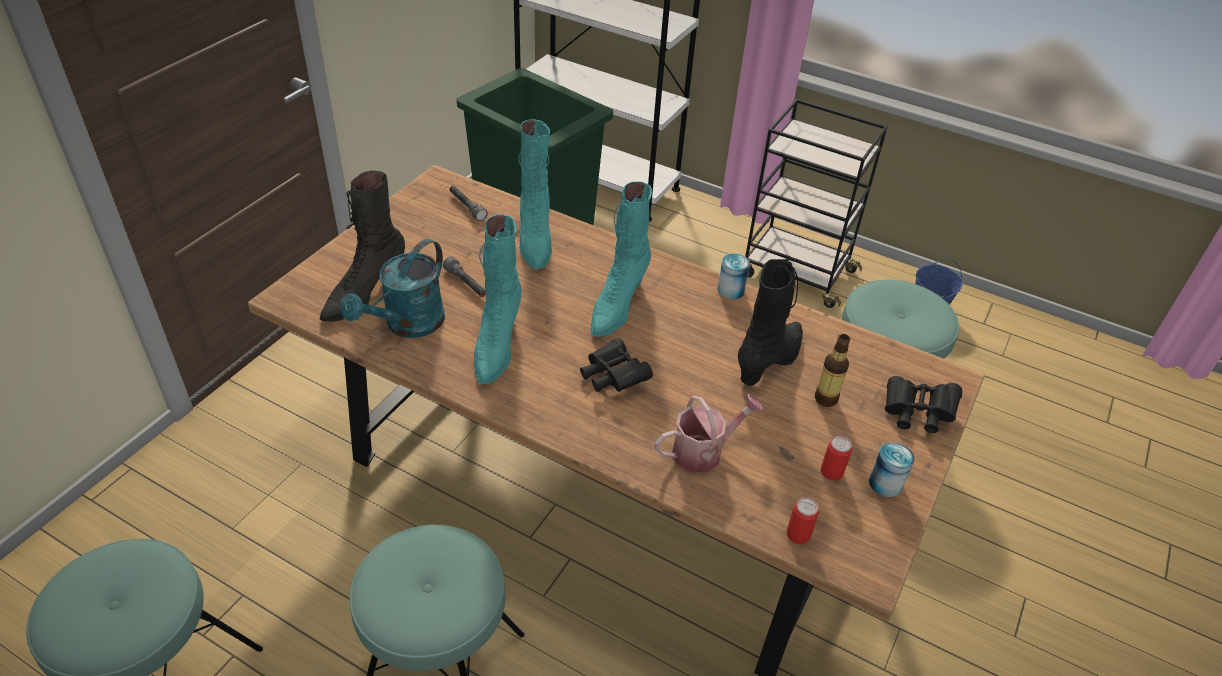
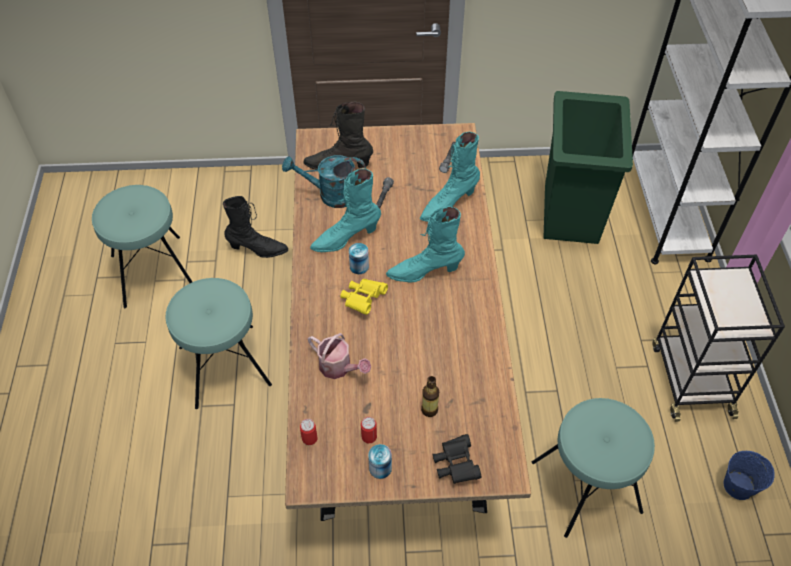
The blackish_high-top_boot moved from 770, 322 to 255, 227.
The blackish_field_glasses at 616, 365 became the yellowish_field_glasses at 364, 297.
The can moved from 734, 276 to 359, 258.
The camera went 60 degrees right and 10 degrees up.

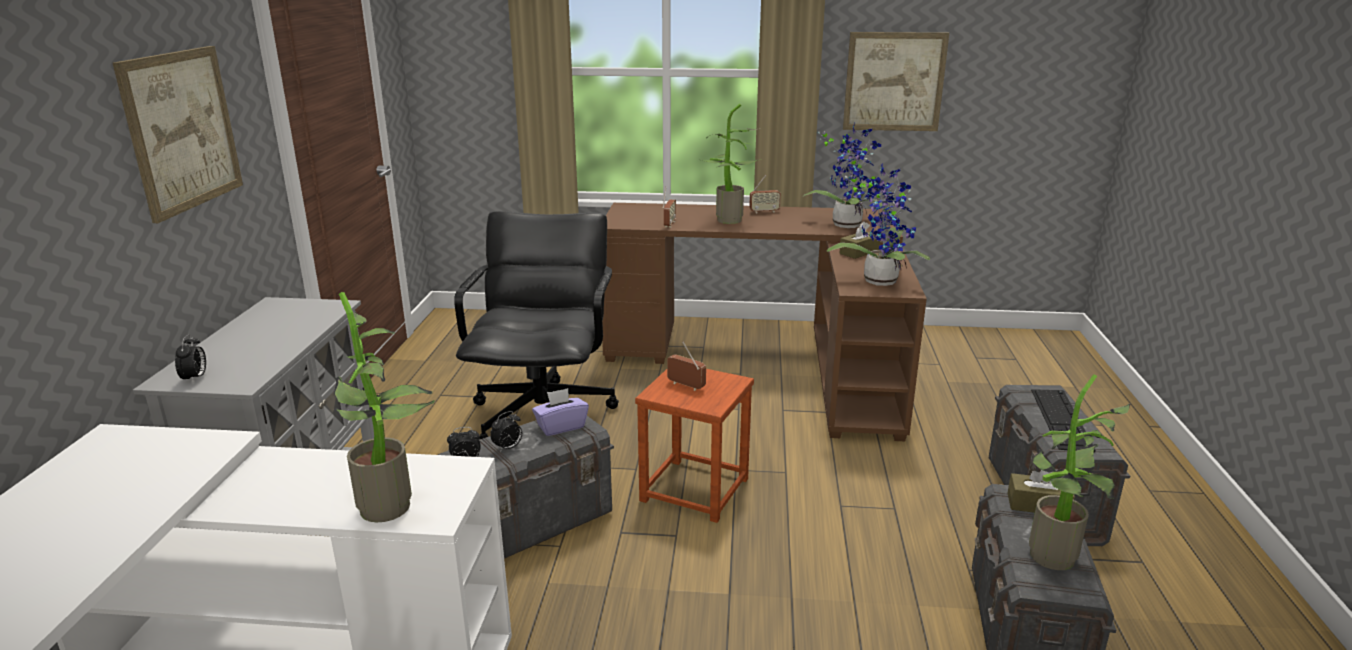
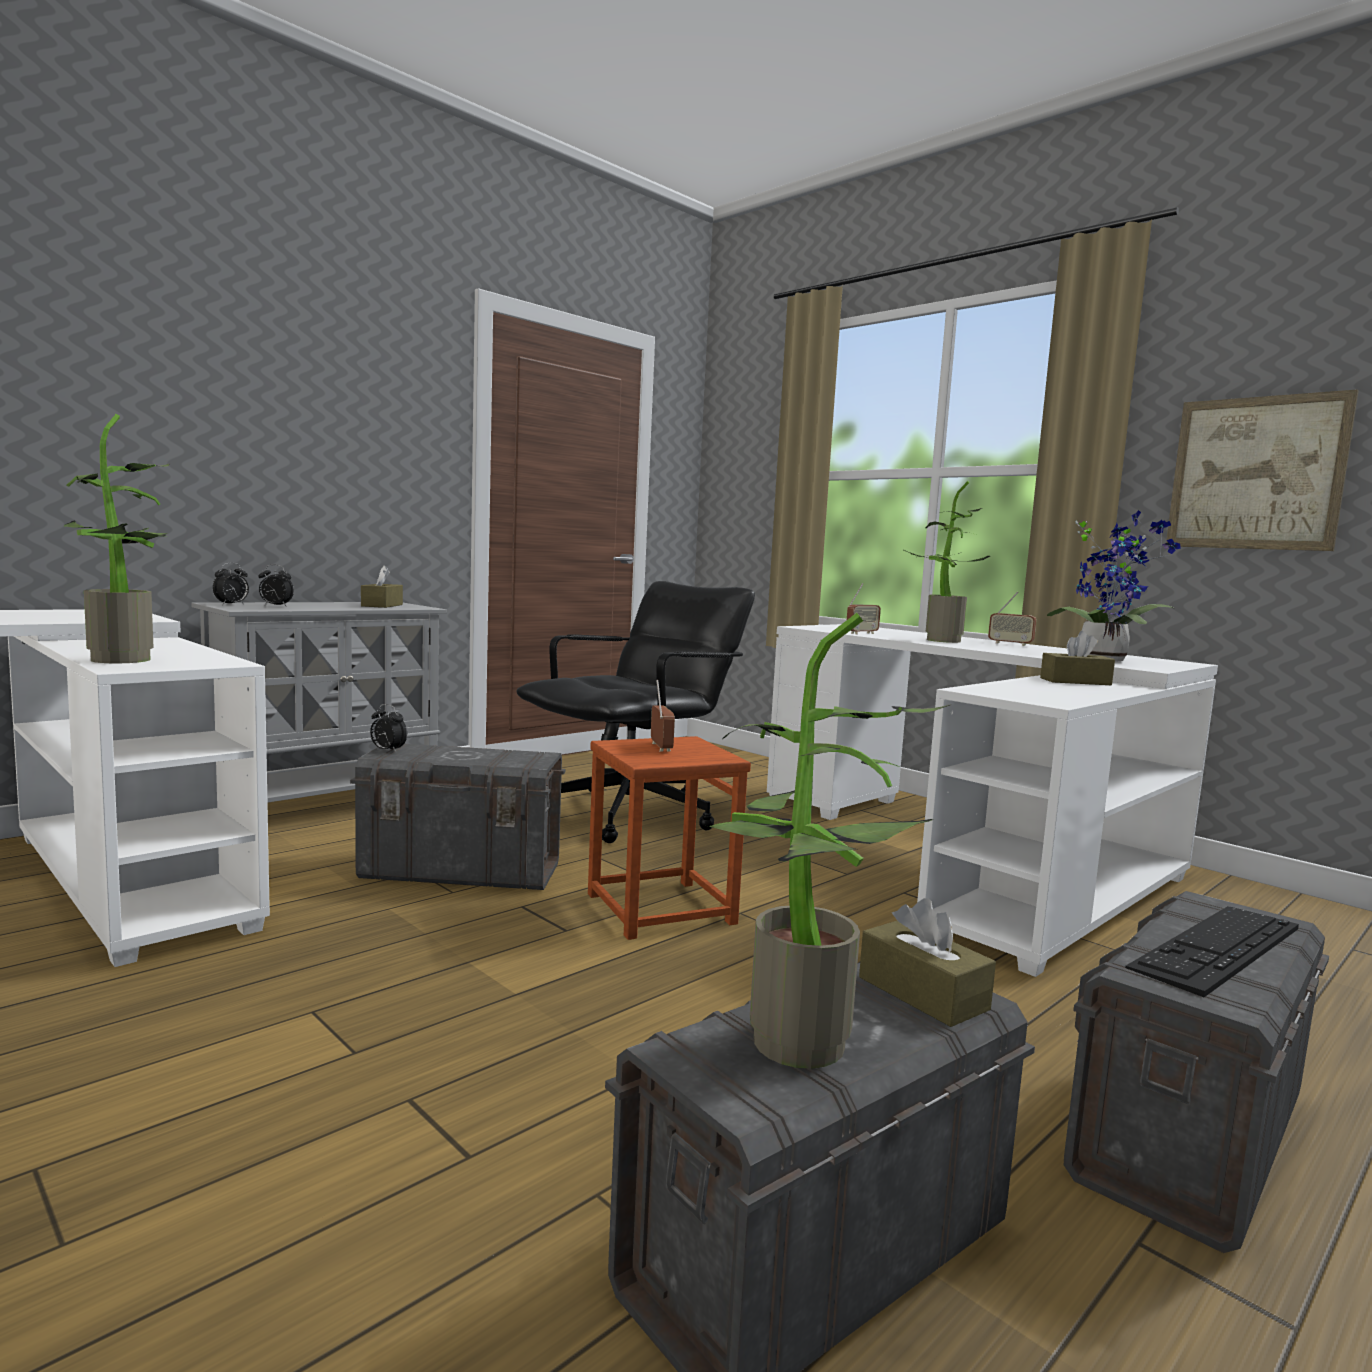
The bedside_clock moved from 506, 431 to 276, 585.
The brown_tissue_box at 382, 586 appeared.
The brown_desk_unit at 764, 322 became the whitish_desk_unit at 992, 800.
The wall_art at 178, 134 disappeared.
The purple-coloured_tissue_box at 560, 412 disappeared.
The plant_in_a_pot at 878, 224 disappeared.
The camera went 40 degrees right and 15 degrees down.

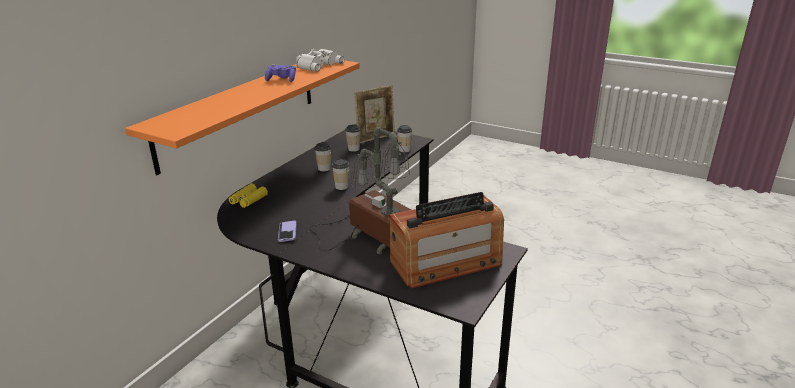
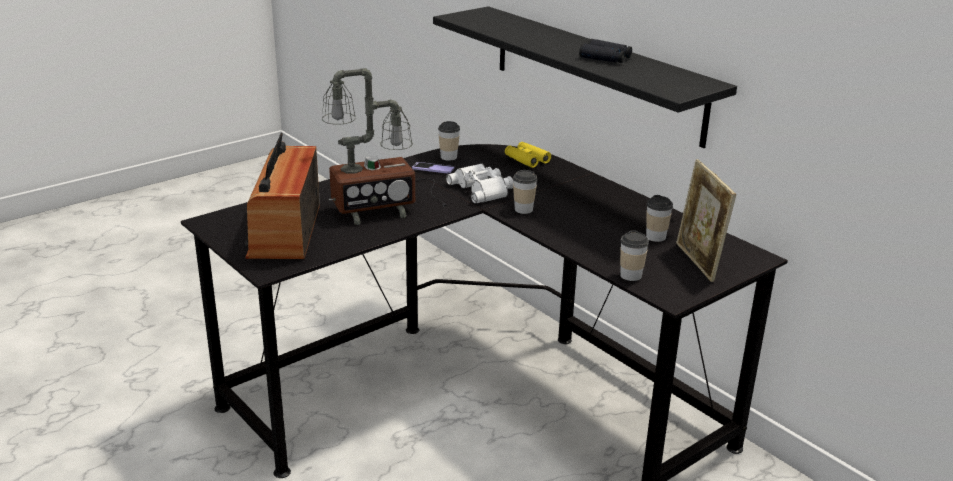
The orange_shelf at 242, 117 became the blackish_shelf at 585, 77.
The small_cup moved from 323, 157 to 449, 141.
The whitish_field_glasses moved from 320, 60 to 480, 183.
The purple-coloured_gamepad at 280, 73 was replaced by the blackish_field_glasses at 605, 51.
The camera went 110 degrees right and 0 degrees up.

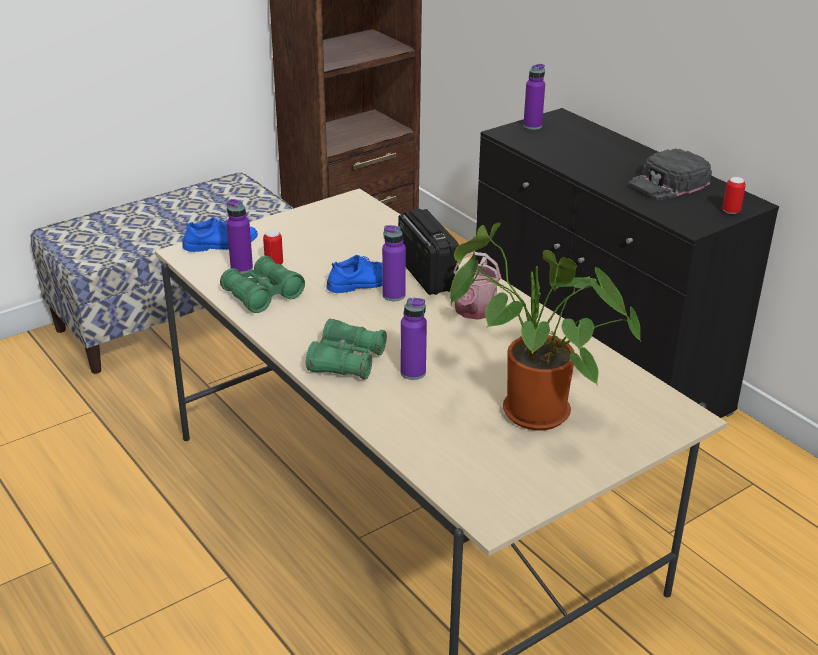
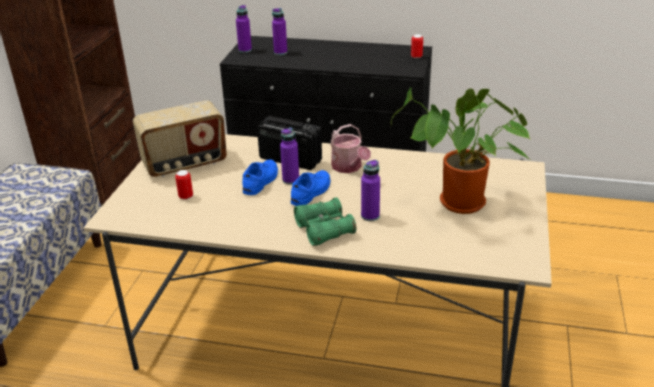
The radio_receiver at 180, 138 appeared.
The purple-coloured_bottle moved from 240, 236 to 279, 31.
The blue-coloured_shoe moved from 220, 234 to 310, 188.
The green_field_glasses at 262, 284 disappeared.
The blackish_peaked_cap at 670, 174 disappeared.
The camera went 40 degrees left and 0 degrees up.

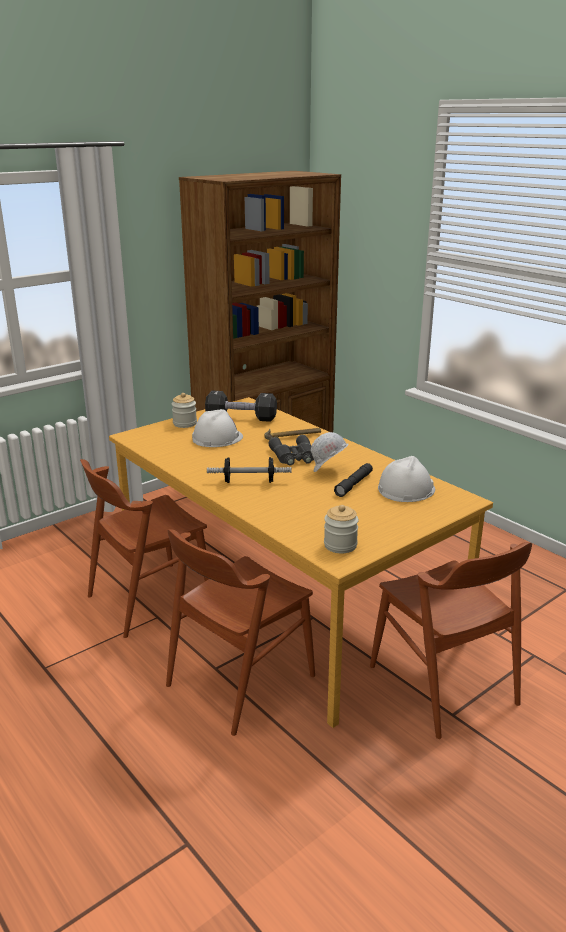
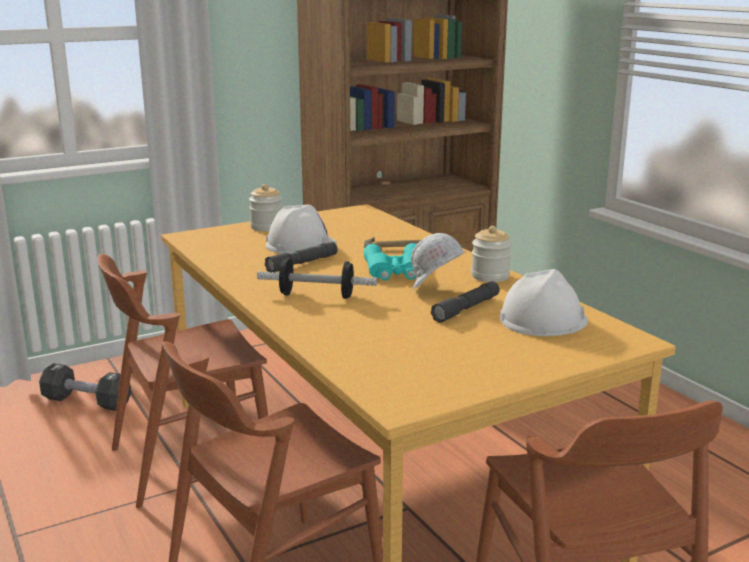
The blackish_free_weight moved from 241, 406 to 85, 387.
The grey_flashlight at 301, 257 appeared.
The grey_field_glasses at 291, 450 became the turquoise-coloured_field_glasses at 390, 261.
The preserve_jar moved from 341, 529 to 491, 254.
The camera went 10 degrees right and 5 degrees down.

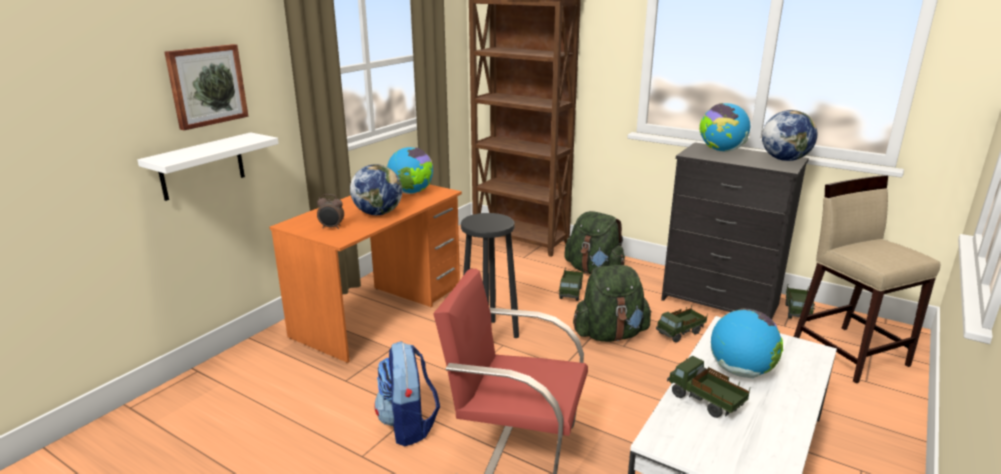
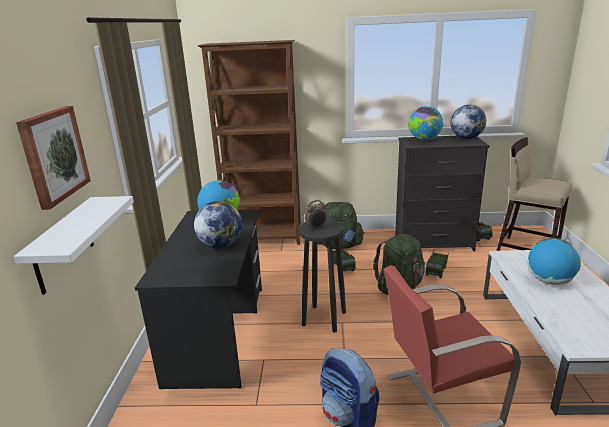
The orange_desk_unit at 365, 273 became the blackish_desk_unit at 198, 299.
The bedside_clock moved from 330, 211 to 316, 215.
The model_truck at 708, 387 disappeared.
The camera went 30 degrees left and 0 degrees up.

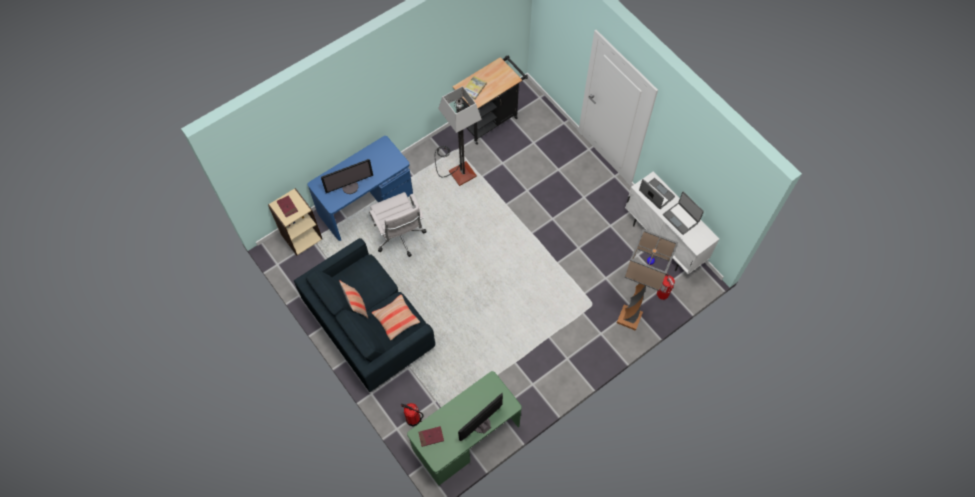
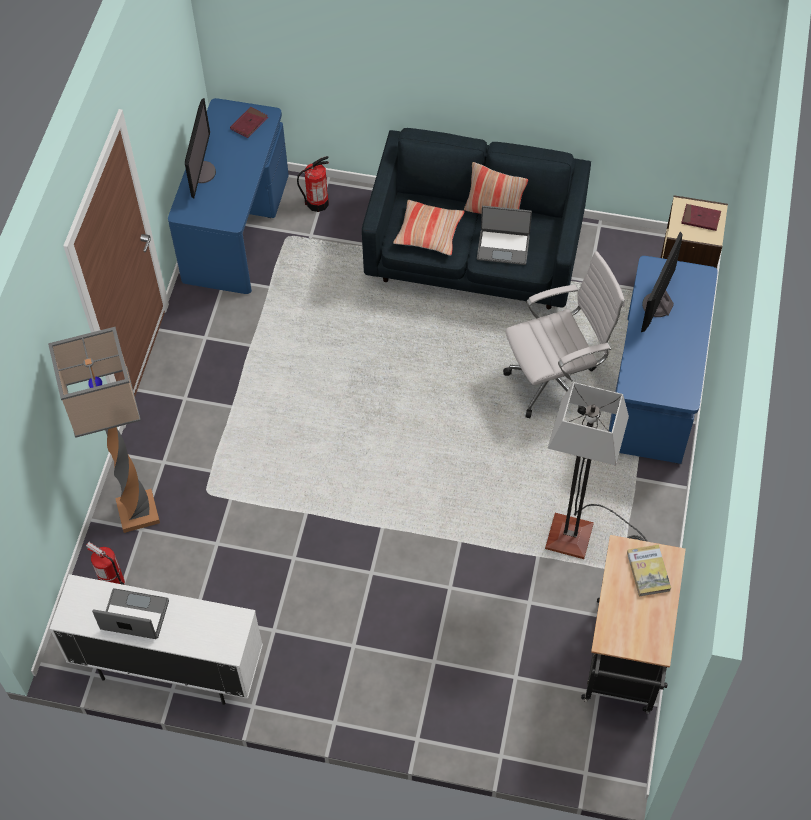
The green_desk_unit at 464, 428 became the blue-coloured_desk_unit at 228, 196.
The portable_computer moved from 657, 193 to 504, 235.
The whitish_desk_chair at 398, 224 turned 135 degrees clockwise.
The camera went 140 degrees right and 5 degrees down.

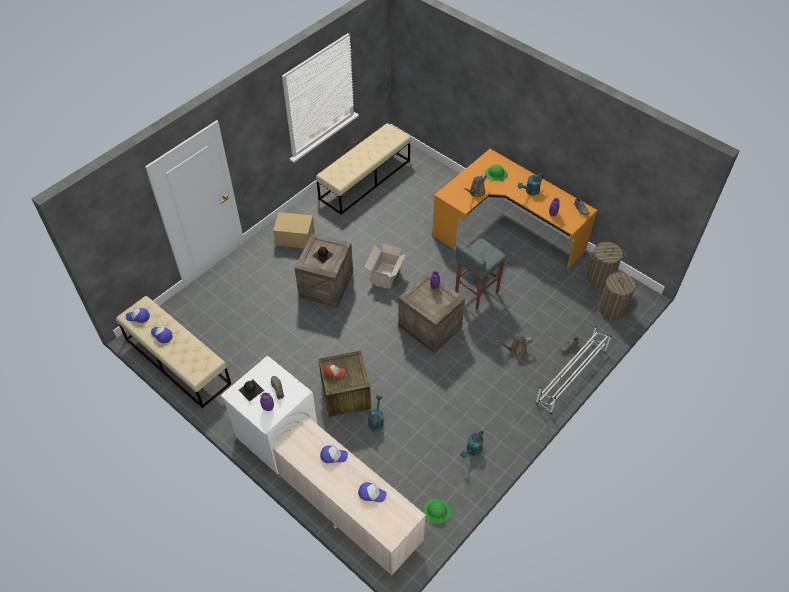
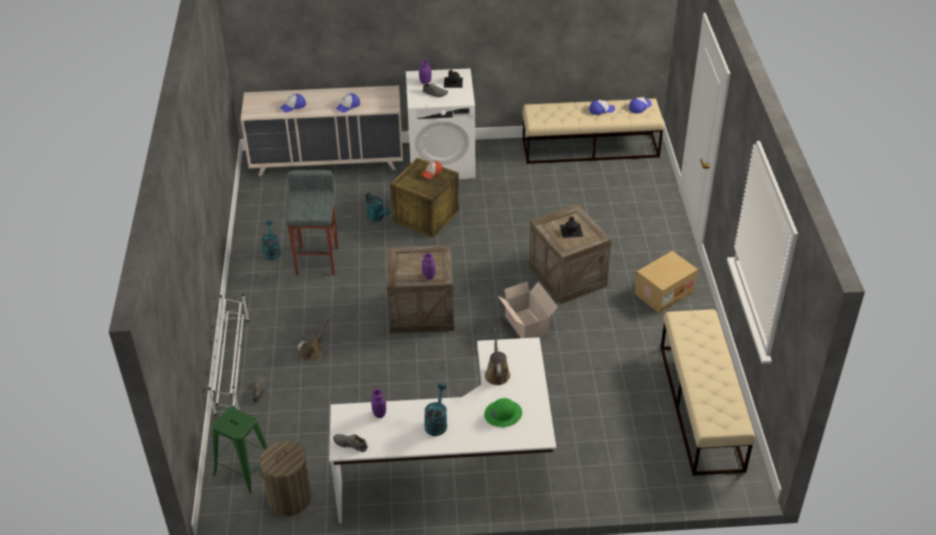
The laundry_basket at 617, 295 was replaced by the green_sitting_stool at 239, 450.
The grey_sitting_stool moved from 480, 274 to 312, 222.
The orange_desk_unit at 515, 208 became the whitish_desk_unit at 442, 430.
The green_safety_helmet at 437, 511 disappeared.
The camera went 135 degrees right and 10 degrees down.

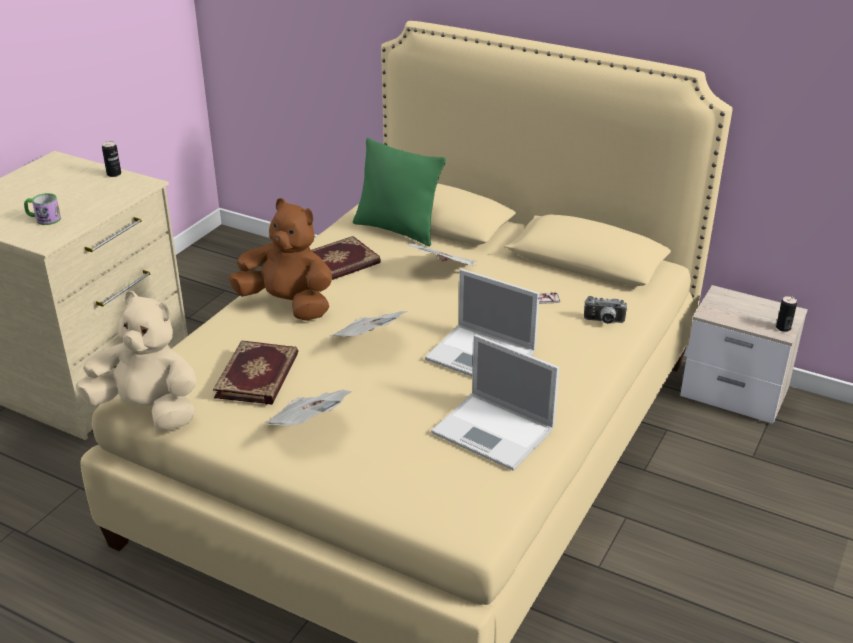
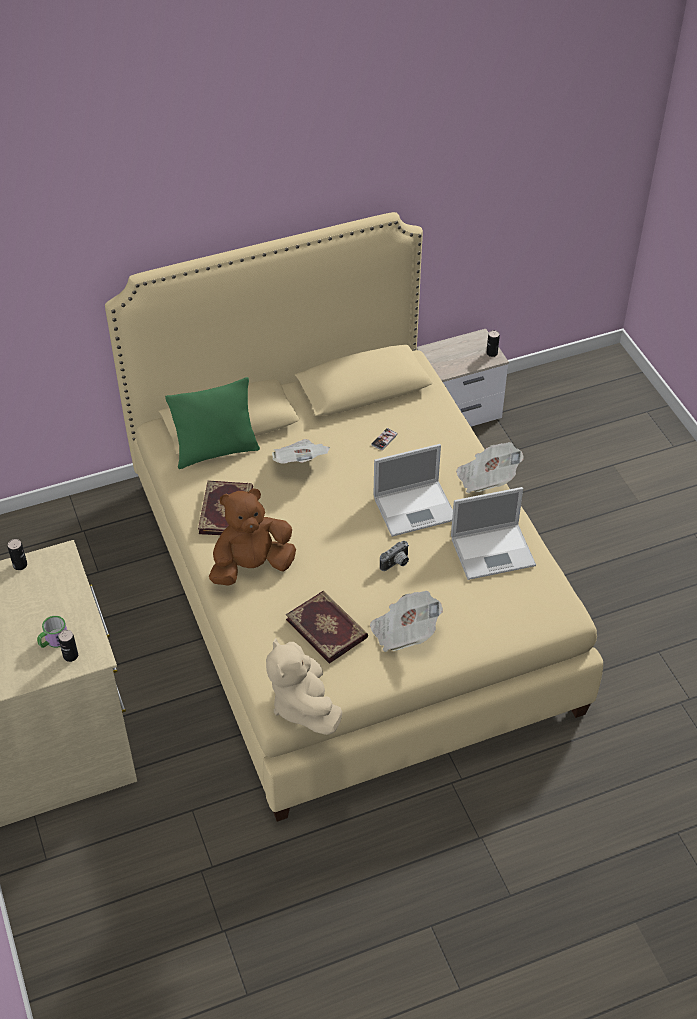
The can at 68, 646 appeared.
The beige_cuddly_toy at 136, 361 turned 75 degrees counterclockwise.
The still_camera moved from 605, 310 to 394, 556.
The printed_paper moved from 369, 324 to 490, 467.
The camera went 50 degrees left and 15 degrees up.

